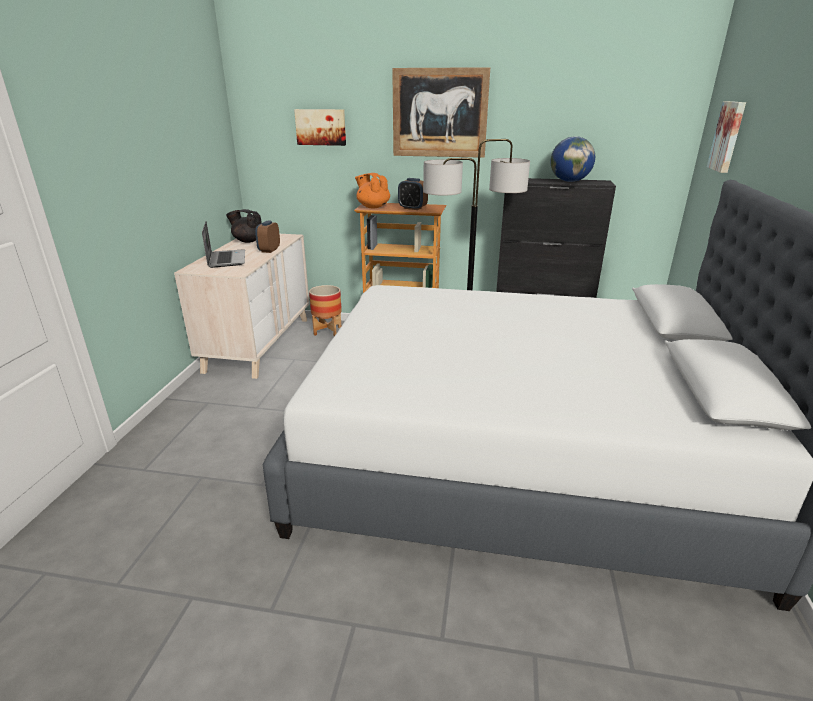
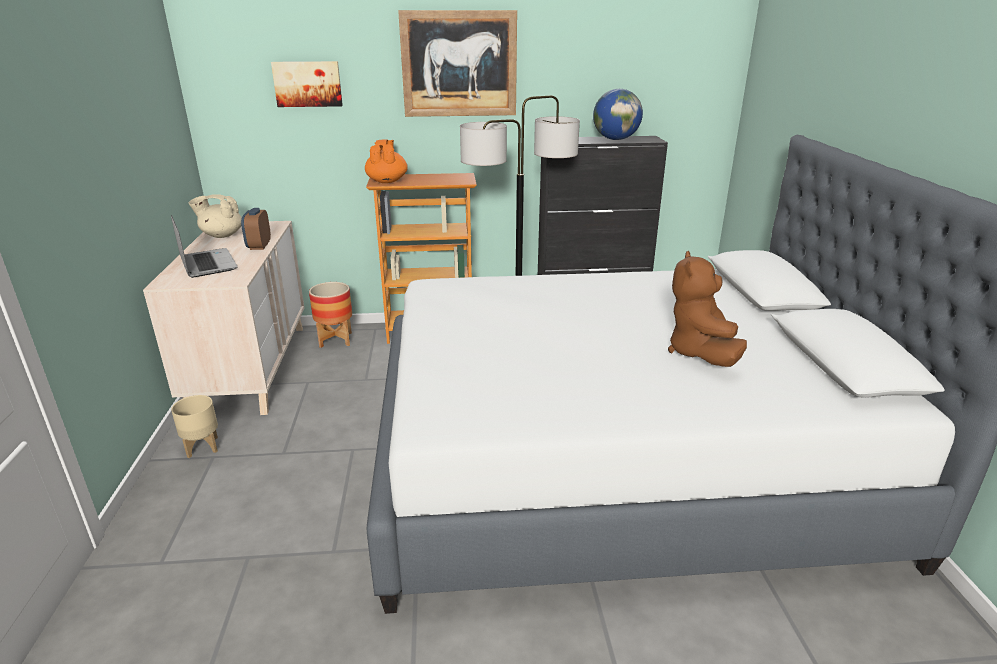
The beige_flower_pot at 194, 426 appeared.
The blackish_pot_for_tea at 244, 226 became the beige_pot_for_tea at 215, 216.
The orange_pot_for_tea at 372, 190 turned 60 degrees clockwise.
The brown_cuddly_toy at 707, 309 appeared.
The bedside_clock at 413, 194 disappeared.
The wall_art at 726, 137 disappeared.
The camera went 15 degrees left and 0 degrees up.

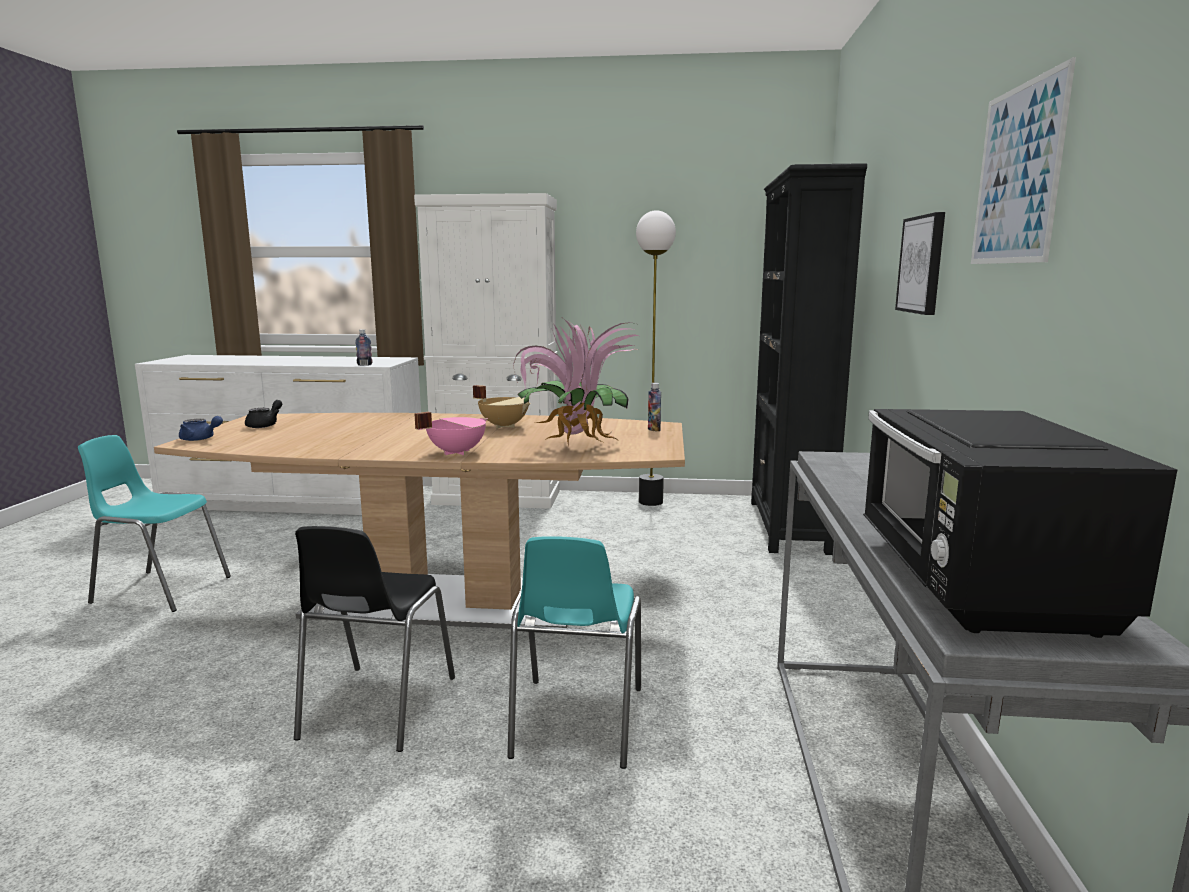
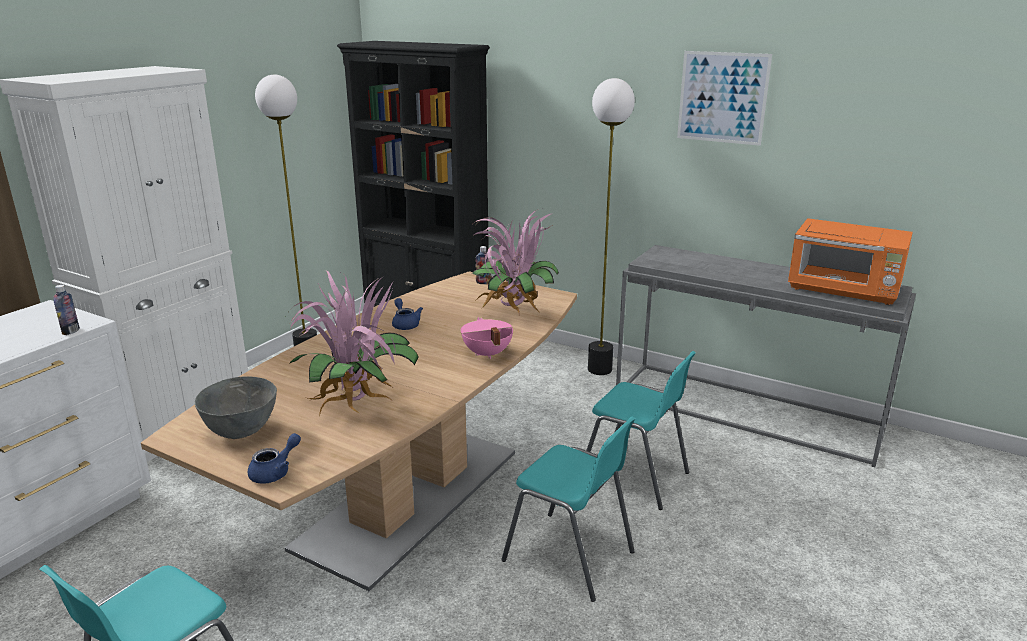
The blackish_pot_for_tea at 263, 414 was replaced by the grey_deep_dish at 236, 407.
The plant_in_a_pot at 353, 344 appeared.
The beige_cooking_pot at 502, 406 was replaced by the blue-coloured_pot_for_tea at 407, 314.
The blackish_upright_chair at 374, 639 became the turquoise-coloured_upright_chair at 568, 509.
The standard_lamp at 611, 226 appeared.
The blackish_kitchen_microwave at 1020, 523 became the orange_kitchen_microwave at 850, 261.
The wall_art at 920, 263 disappeared.
The camera went 65 degrees left and 10 degrees up.

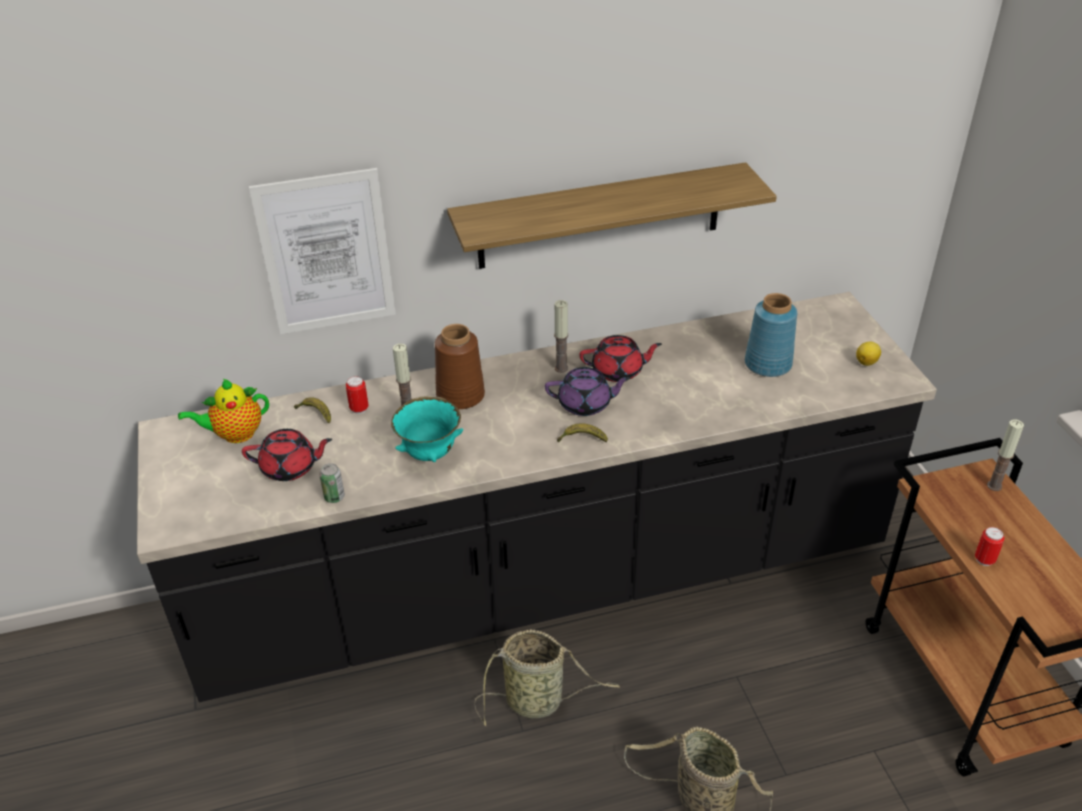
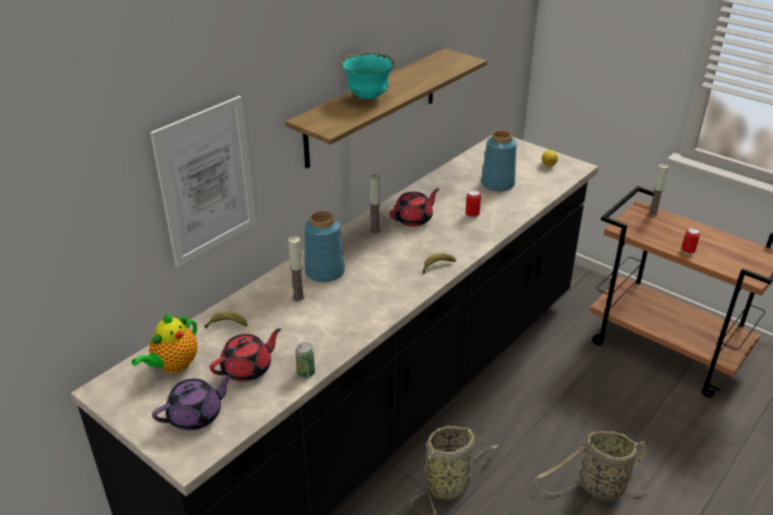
The purple-coloured_pot_for_tea moved from 587, 391 to 192, 401.
The brown_flower_vase at 460, 366 became the blue-coloured_flower_vase at 325, 246.
The turquoise-coloured_deep_dish moved from 427, 429 to 368, 76.
The can moved from 357, 395 to 473, 204.
The camera went 35 degrees left and 5 degrees down.

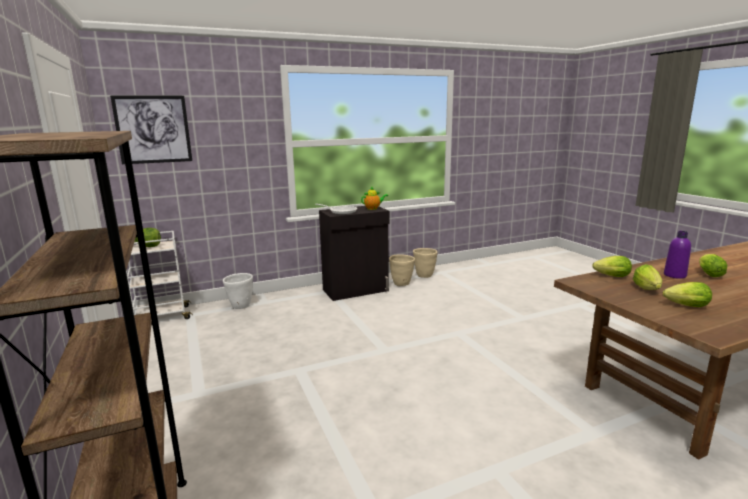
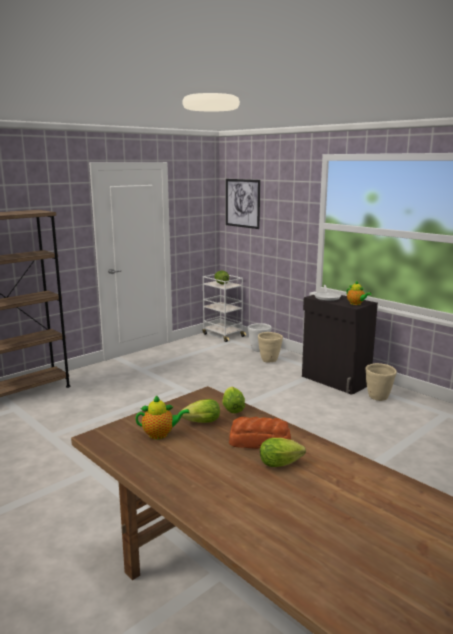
The lettuce_head at 687, 294 was replaced by the pot_for_tea at 162, 417.
The purple-coloured_bottle at 677, 255 was replaced by the bakery_bread at 260, 433.
The beige_flower_pot moved from 425, 263 to 270, 347.
The camera went 70 degrees right and 0 degrees up.

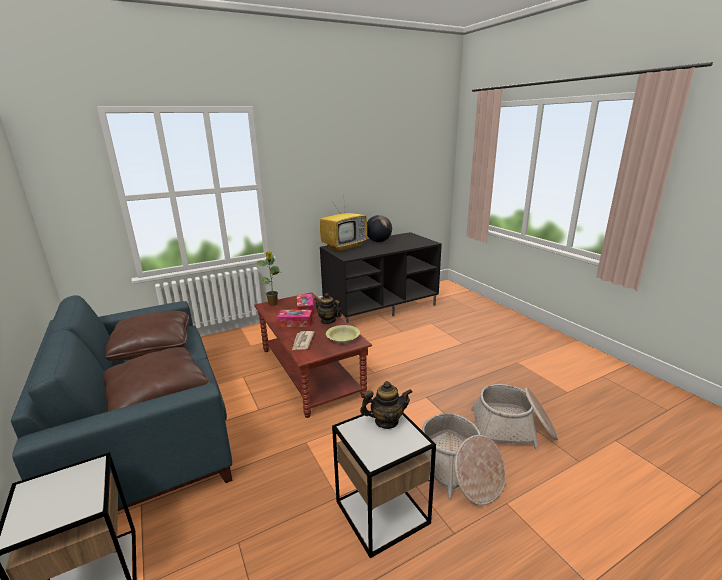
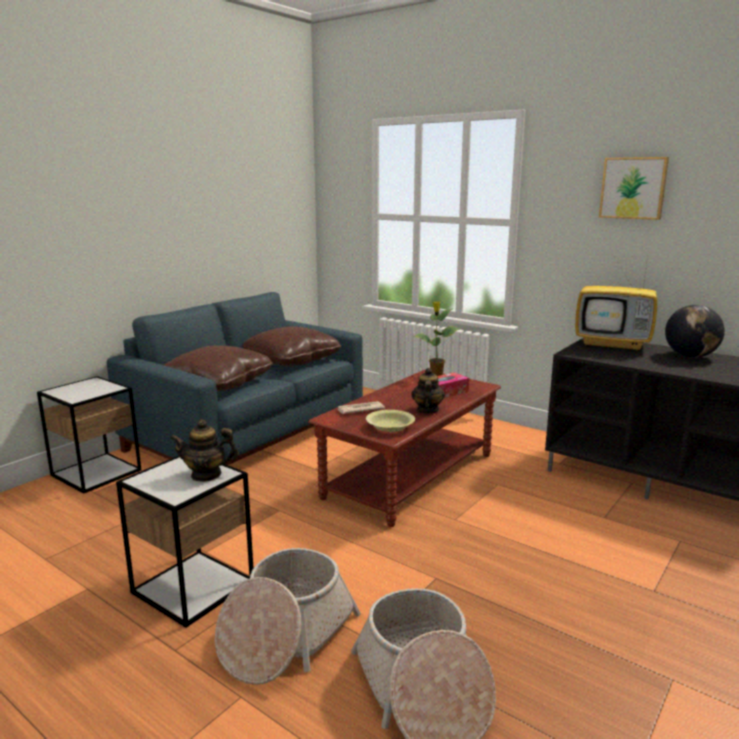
The pot_for_tea at 386, 405 turned 120 degrees clockwise.
The wall_art at 634, 188 appeared.
The tissue_box at 295, 318 disappeared.
The camera went 65 degrees right and 5 degrees down.

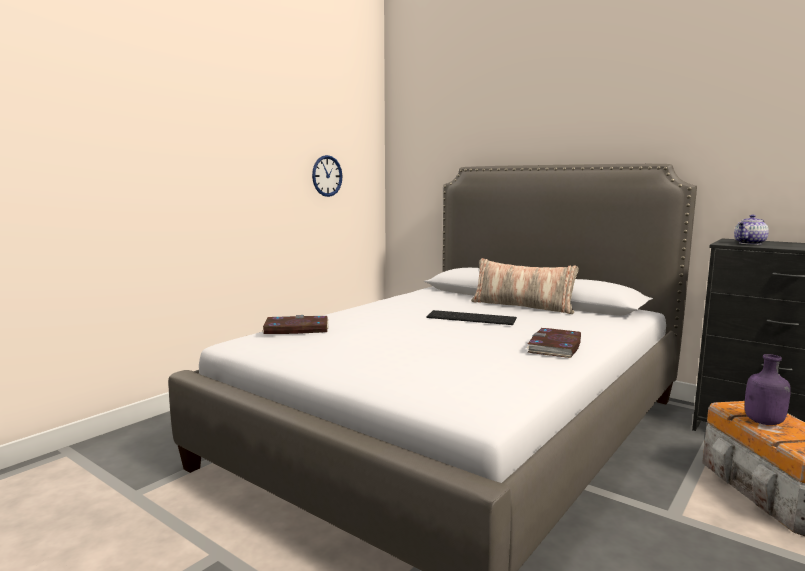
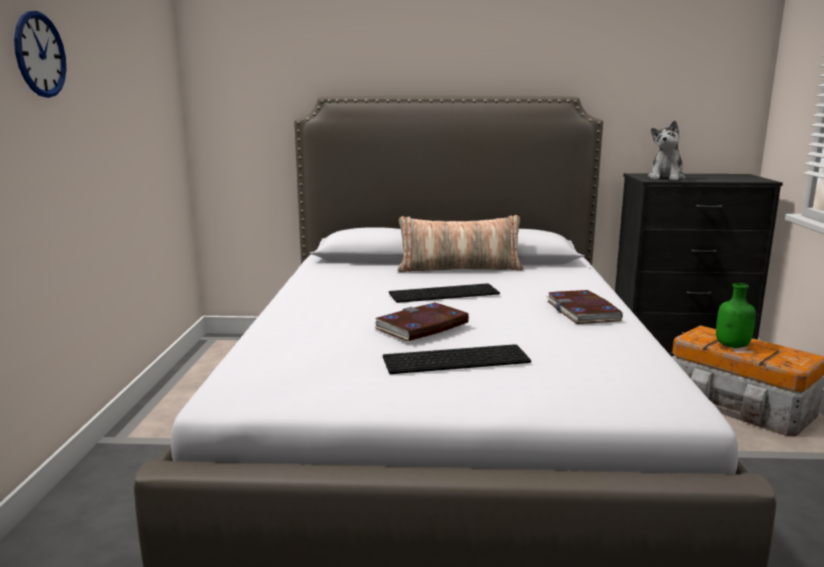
The hanging_clock moved from 327, 176 to 40, 54.
The bound_book moved from 295, 324 to 421, 322.
The computer_keyboard at 457, 359 appeared.
The pot_for_tea at 751, 230 was replaced by the cuddly_toy at 666, 150.
The purple-coloured_bottle at 768, 389 became the green_bottle at 736, 315.
The camera went 35 degrees left and 5 degrees up.

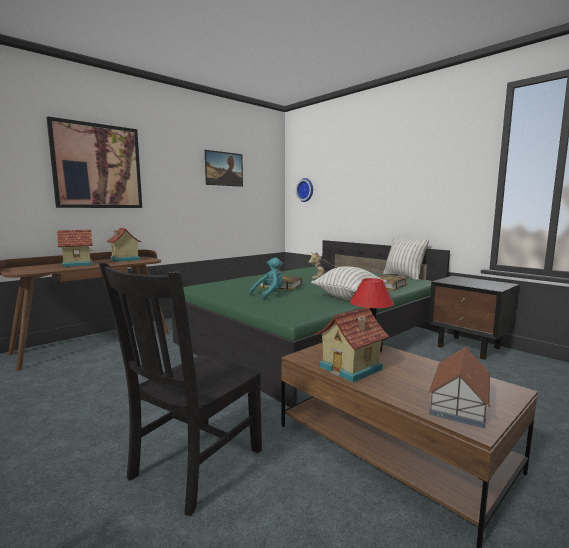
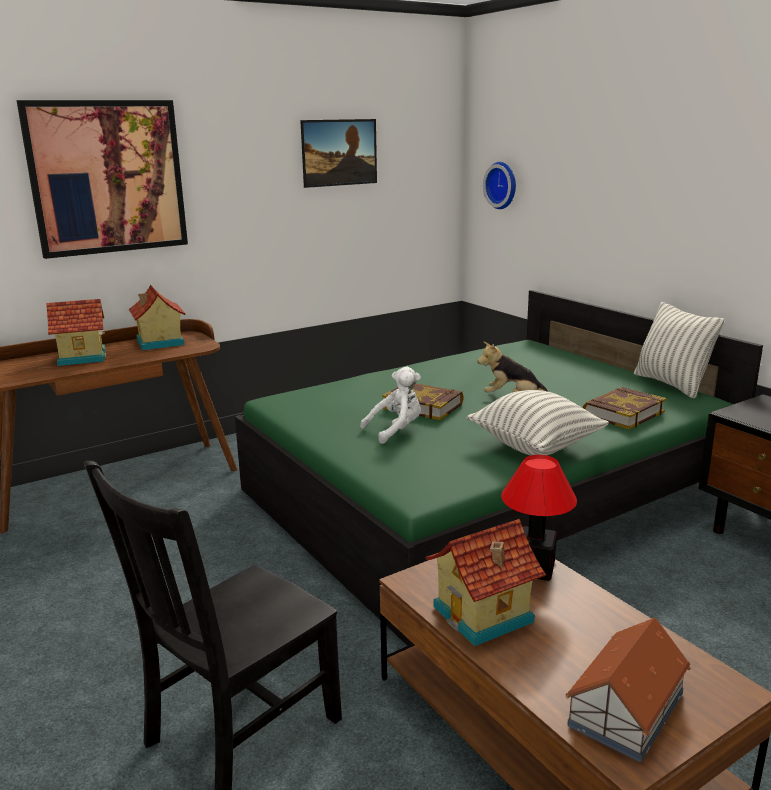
The turquoise-coloured_cuddly_toy at 266, 278 became the whitish_cuddly_toy at 390, 405.
The camera went 10 degrees right and 10 degrees up.

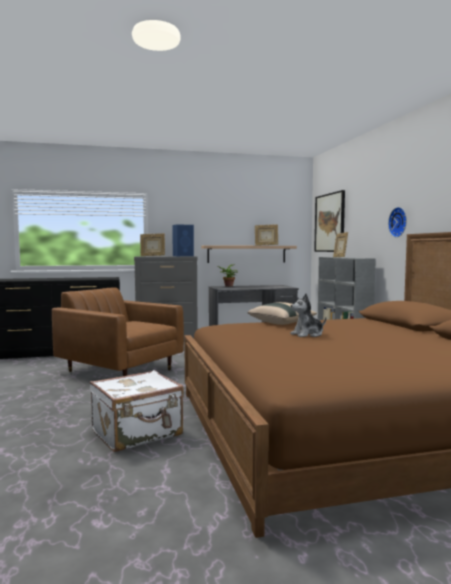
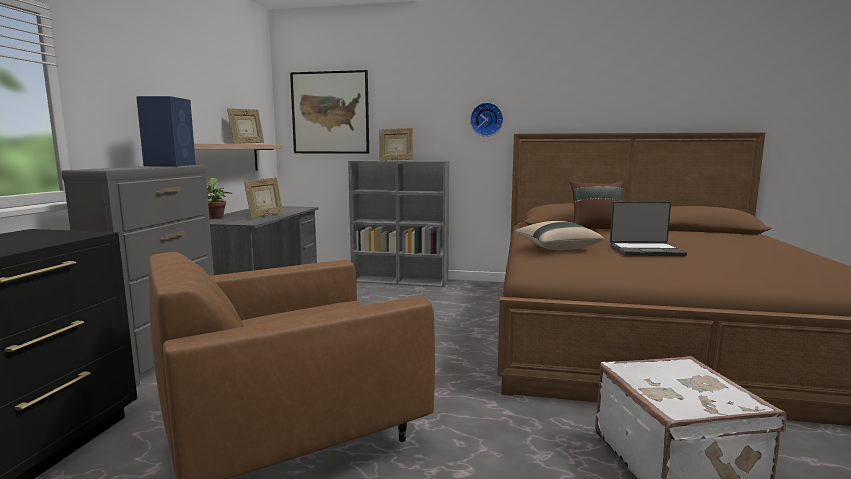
The photo_frame moved from 152, 244 to 263, 197.
The brown_pillow at 596, 204 appeared.
The cuddly_toy at 308, 315 was replaced by the portable_computer at 648, 229.
The camera went 65 degrees left and 5 degrees up.

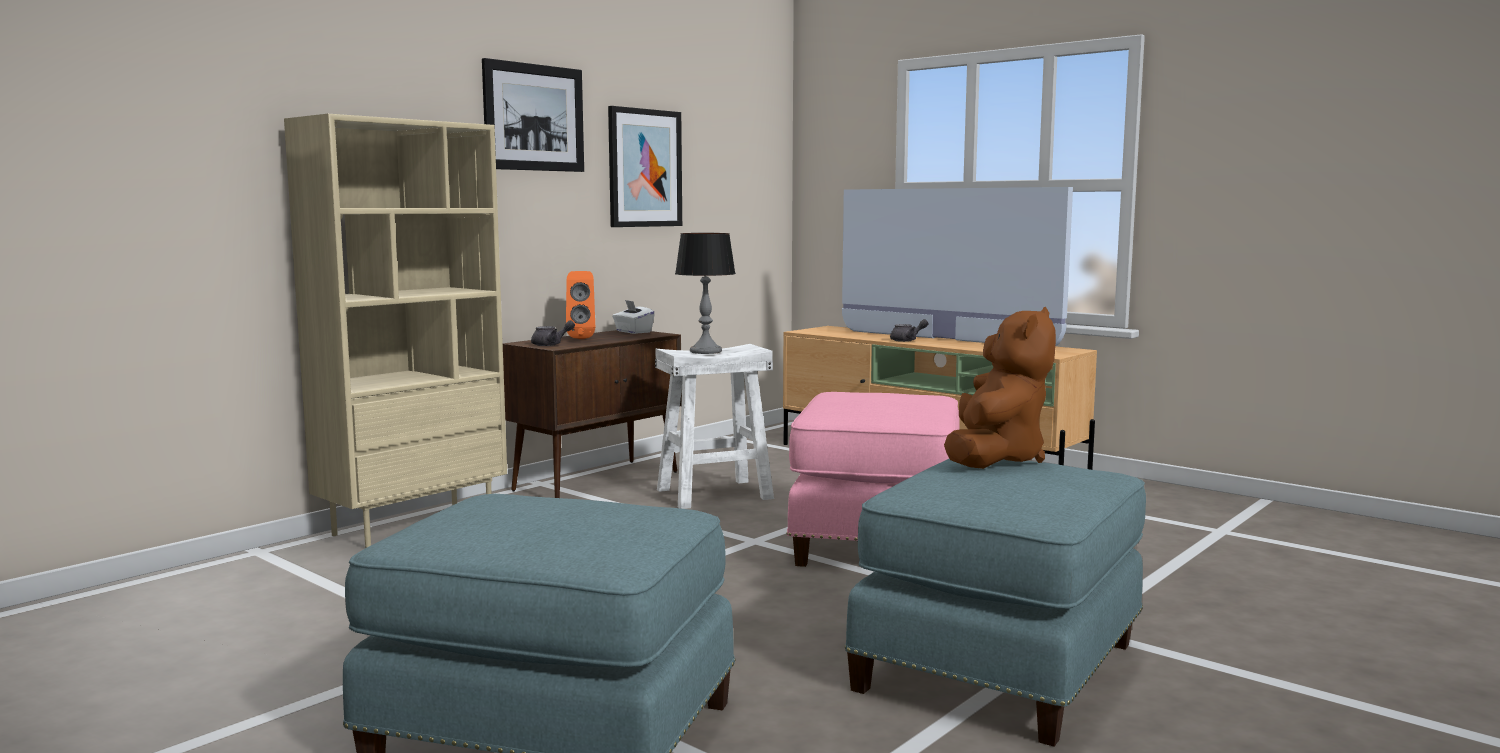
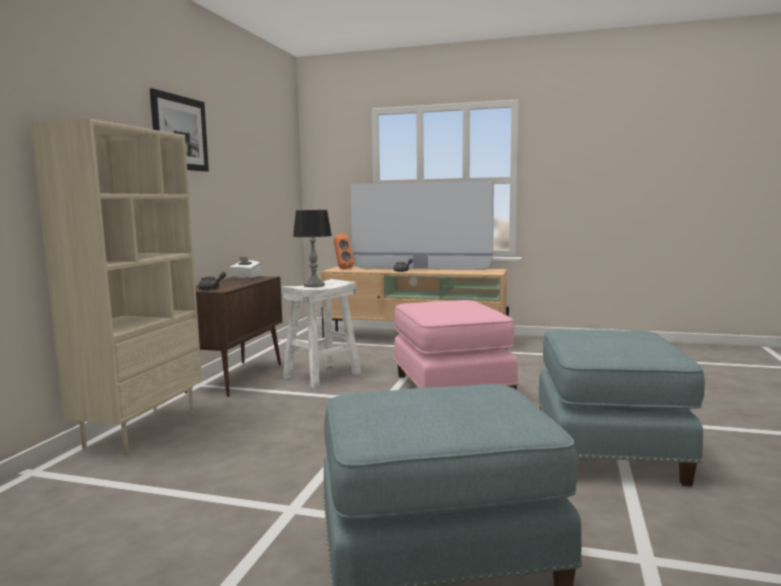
The orange_audio_speaker moved from 580, 305 to 344, 251.
The wall_art at 645, 166 disappeared.
The brown_cuddly_toy at 1000, 388 disappeared.
The camera went 25 degrees left and 0 degrees up.

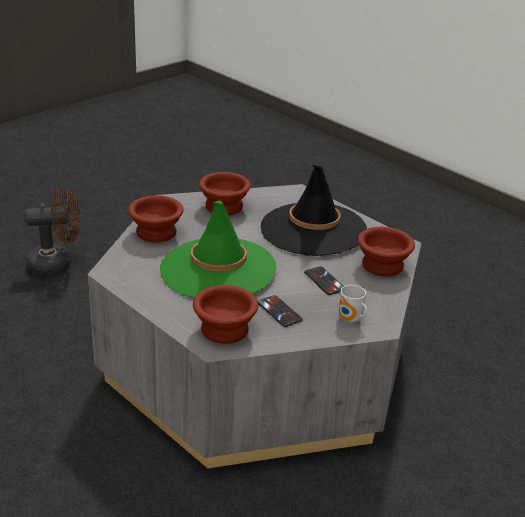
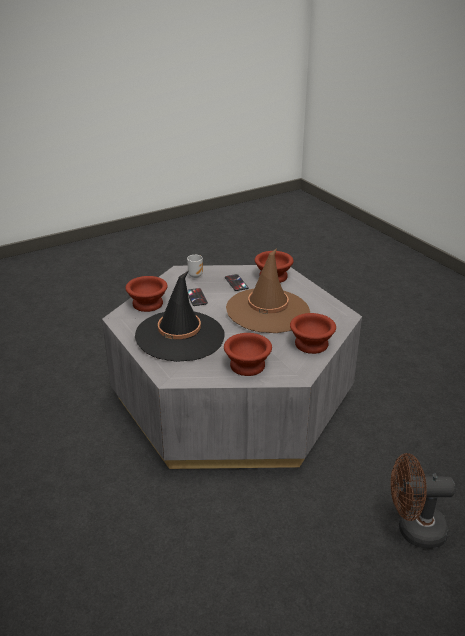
The green_hat at 218, 250 became the brown_hat at 268, 290.
The camera went 165 degrees left and 0 degrees up.

